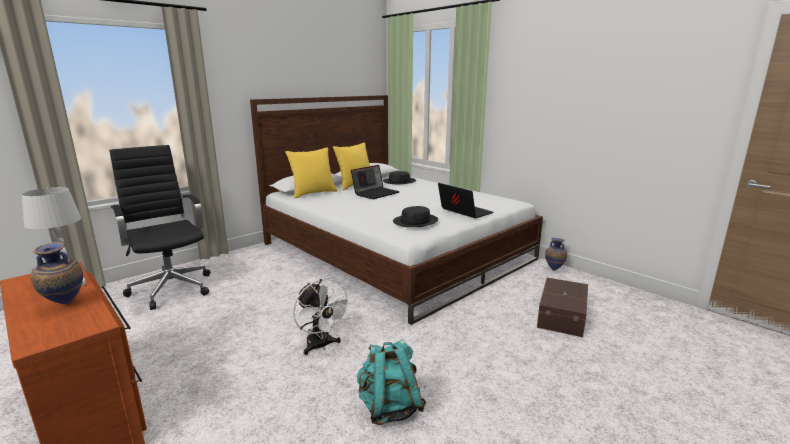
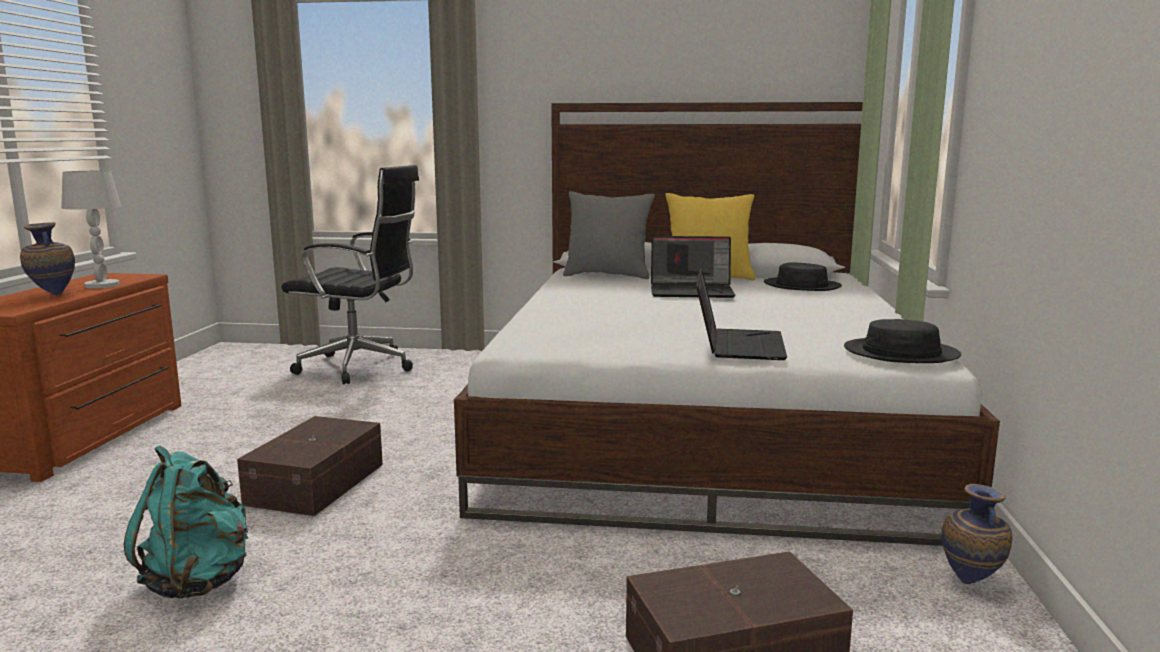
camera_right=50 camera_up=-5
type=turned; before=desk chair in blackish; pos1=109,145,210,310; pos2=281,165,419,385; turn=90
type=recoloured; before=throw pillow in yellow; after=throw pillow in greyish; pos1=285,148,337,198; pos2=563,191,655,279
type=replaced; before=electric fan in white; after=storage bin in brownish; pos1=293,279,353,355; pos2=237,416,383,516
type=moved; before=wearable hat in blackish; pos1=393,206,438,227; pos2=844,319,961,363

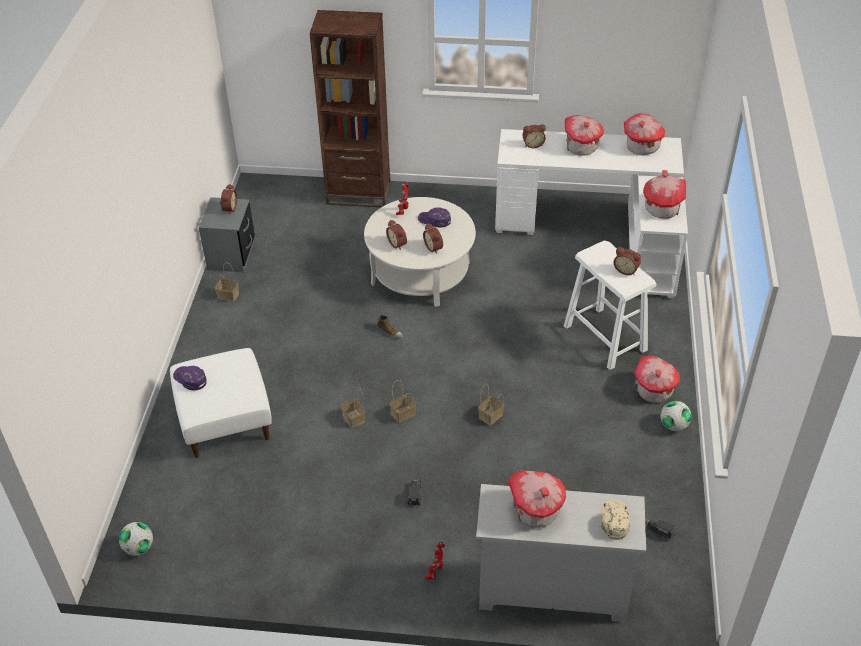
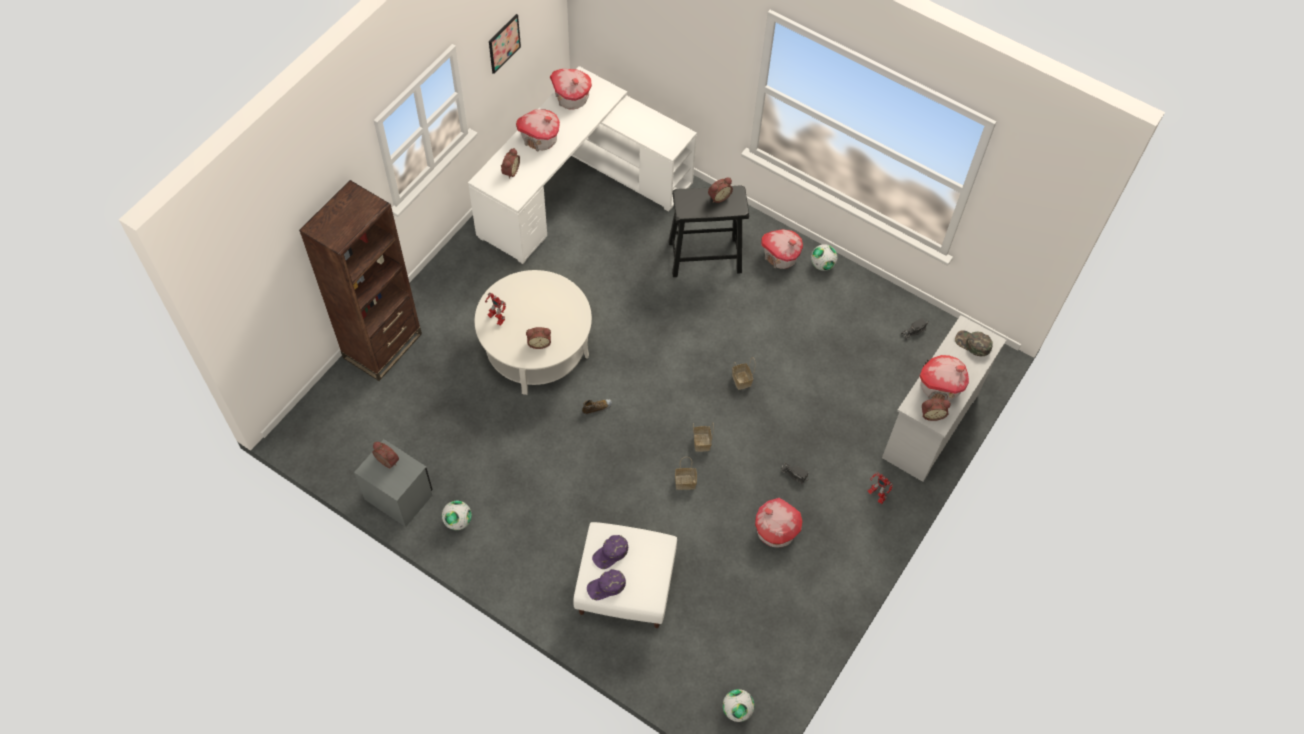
camera_right=-65 camera_up=15
type=replaced; before=basket; after=football; pos1=215,263,239,302; pos2=442,501,472,530
type=moved; before=cap in purple-coloured; pos1=418,207,451,227; pos2=592,535,628,569
type=moved; before=alarm clock; pos1=423,223,443,254; pos2=922,398,951,421
type=recoloured; before=stool in white; after=stool in blackish; pos1=564,241,656,370; pos2=669,185,749,277
type=recoloured; before=cap in beige; after=cap in green-coloured; pos1=601,500,630,540; pos2=955,331,993,356
type=moved; before=toy house; pos1=643,170,686,219; pos2=755,498,803,548
type=added; after=wall picture; pos2=489,14,521,74

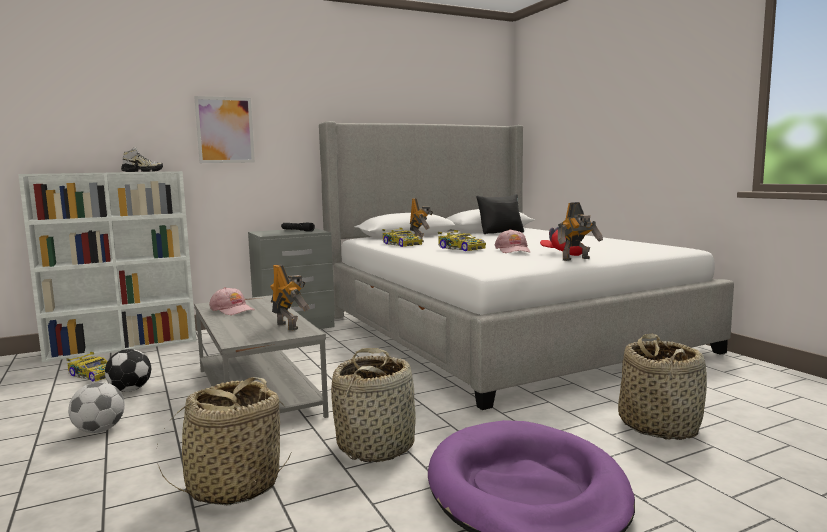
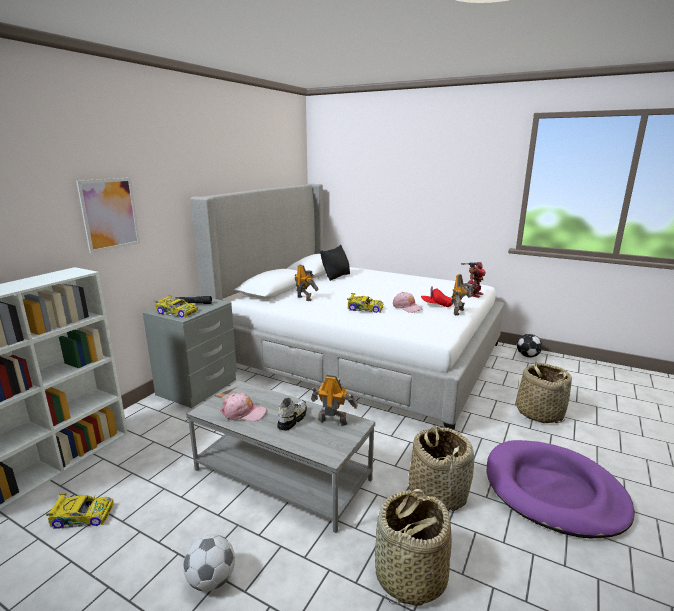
camera_right=-35 camera_up=10
type=moved; before=football; pos1=105,349,151,392; pos2=517,334,543,358
type=moved; before=low shoe; pos1=121,147,163,172; pos2=278,397,307,431
type=moved; before=miniature car; pos1=382,228,423,247; pos2=155,295,198,317
type=added; after=model robot; pos2=461,262,485,298

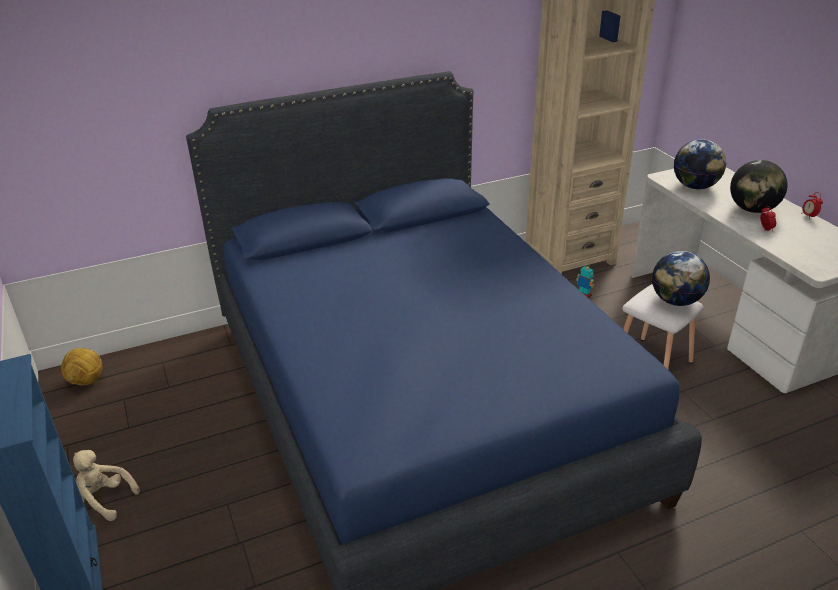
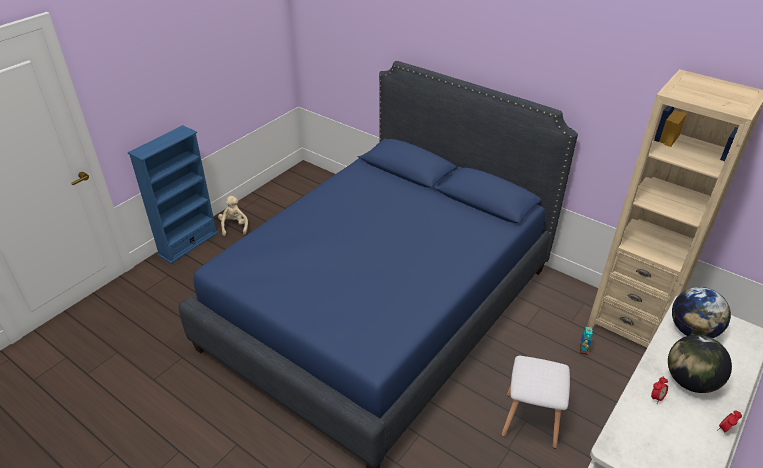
camera_right=60 camera_up=5
type=removed; before=football; pos1=61,348,103,385
type=removed; before=world globe; pos1=652,251,710,306

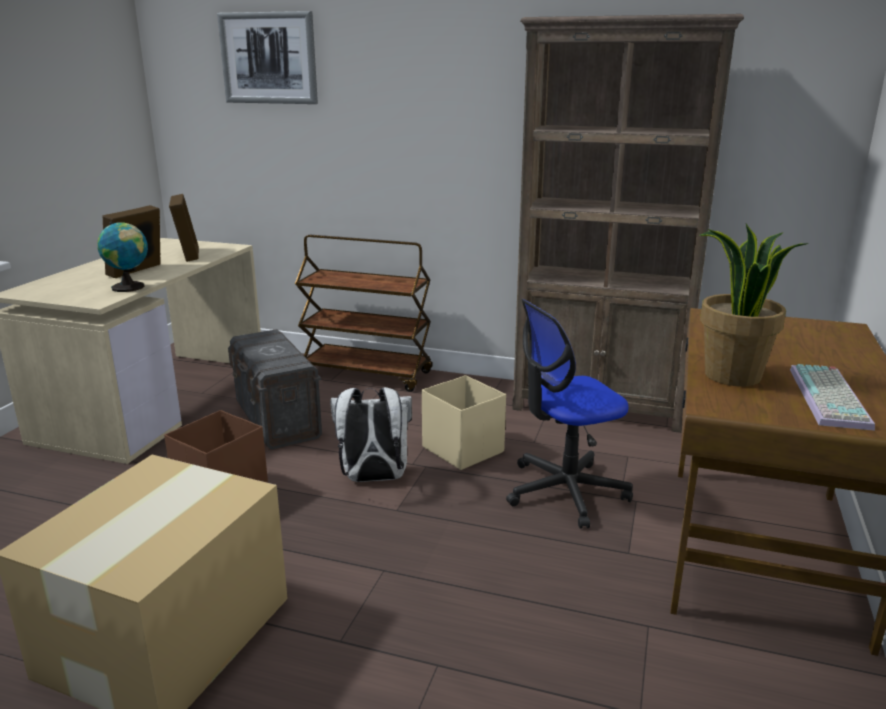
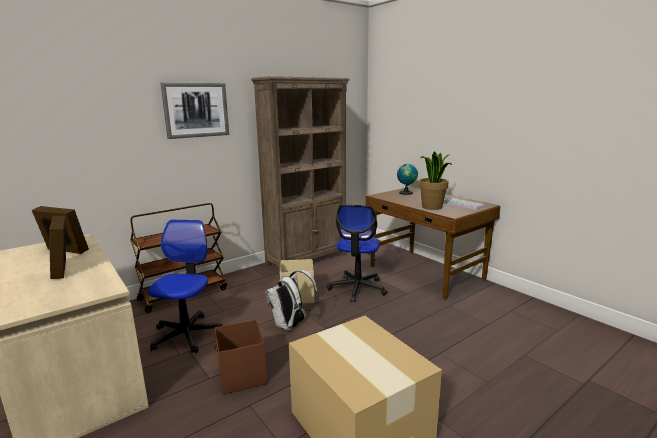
camera_right=-55 camera_up=-5
type=moved; before=world globe; pos1=97,222,148,292; pos2=397,164,418,195
type=moved; before=wall picture; pos1=217,11,318,104; pos2=161,83,229,139
type=replaced; before=storage bin in greyish; after=desk chair; pos1=228,329,322,450; pos2=148,220,222,353

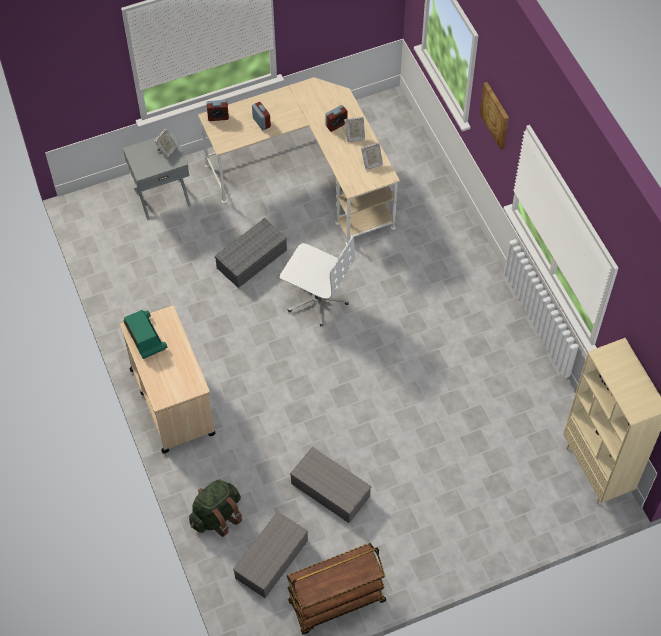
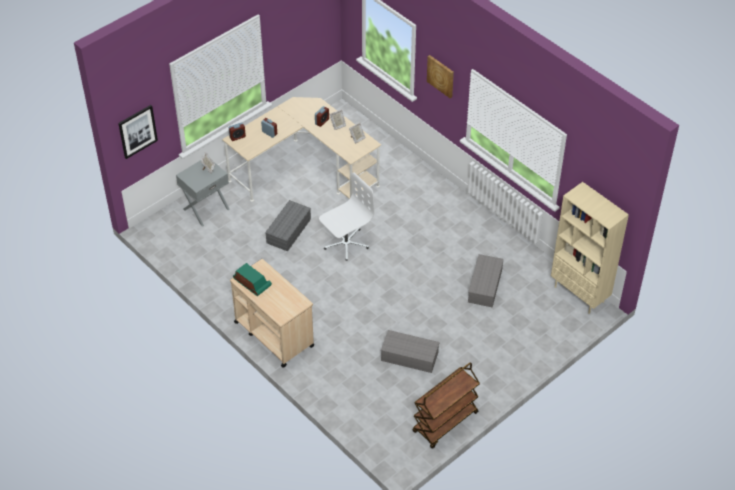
camera_right=-20 camera_up=-10
type=removed; before=backpack in green-coloured; pos1=189,479,242,537
type=moved; before=storage bin in greyish; pos1=233,511,308,598; pos2=468,254,504,308
type=turned; before=desk chair in white; pos1=280,236,355,326; pos2=319,172,374,261; turn=-45
type=added; after=wall picture; pos2=118,105,158,159

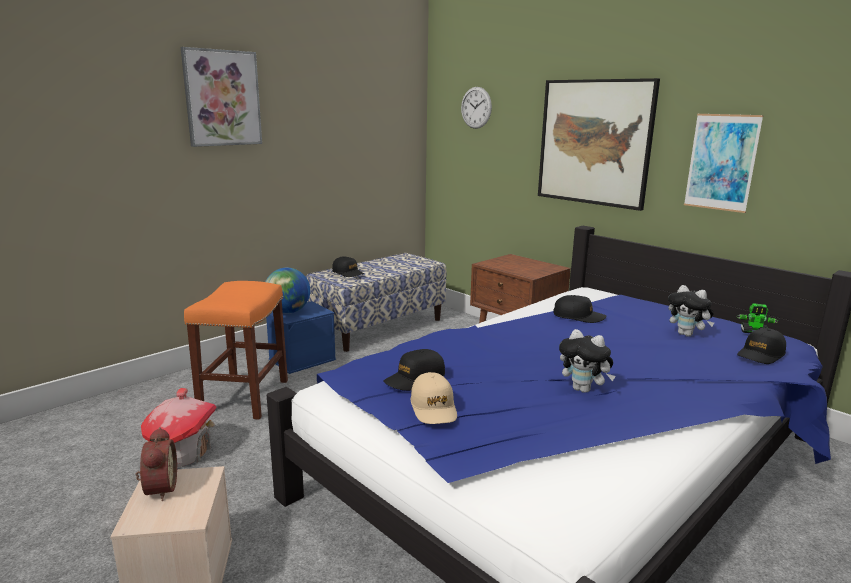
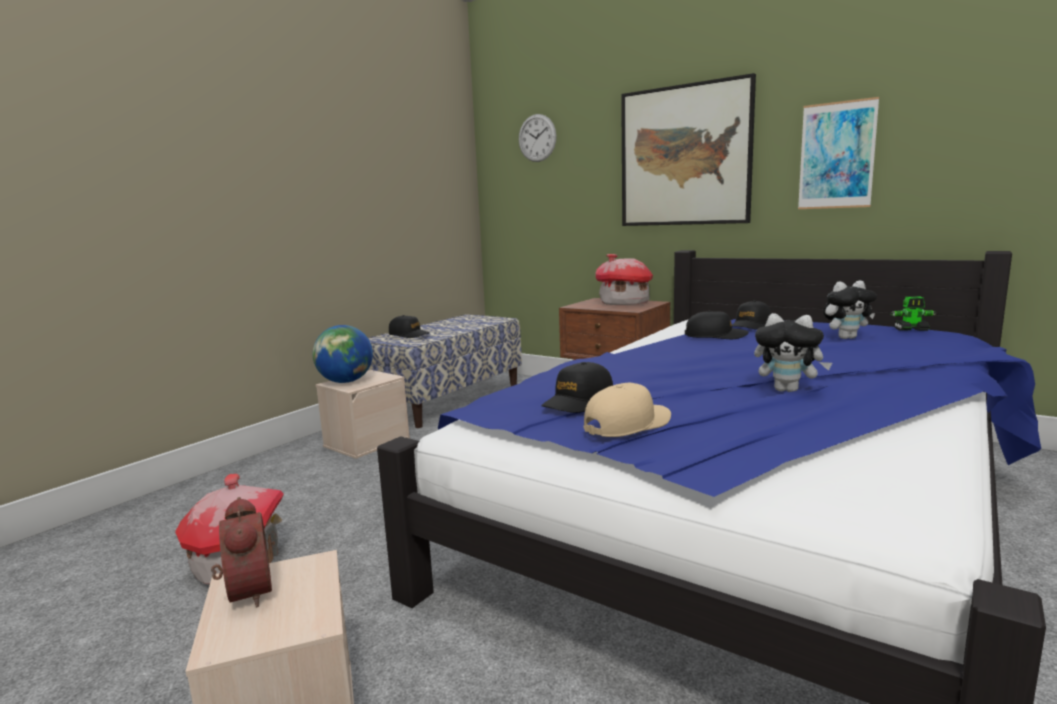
camera_right=-10 camera_up=-5
type=removed; before=wall picture; pos1=181,47,262,147
type=removed; before=stool in orange; pos1=184,281,288,420
type=recoloured; before=storage bin in bluish; after=storage bin in beige; pos1=266,301,336,374; pos2=316,370,410,459
type=turned; before=cap in beige; pos1=411,372,457,424; pos2=584,383,671,437; turn=-105
type=turned; before=plush toy; pos1=668,285,714,337; pos2=823,281,877,339; turn=-45
type=moved; before=cap in blackish; pos1=737,328,786,364; pos2=732,300,771,330
type=added; after=toy house; pos2=595,254,653,305

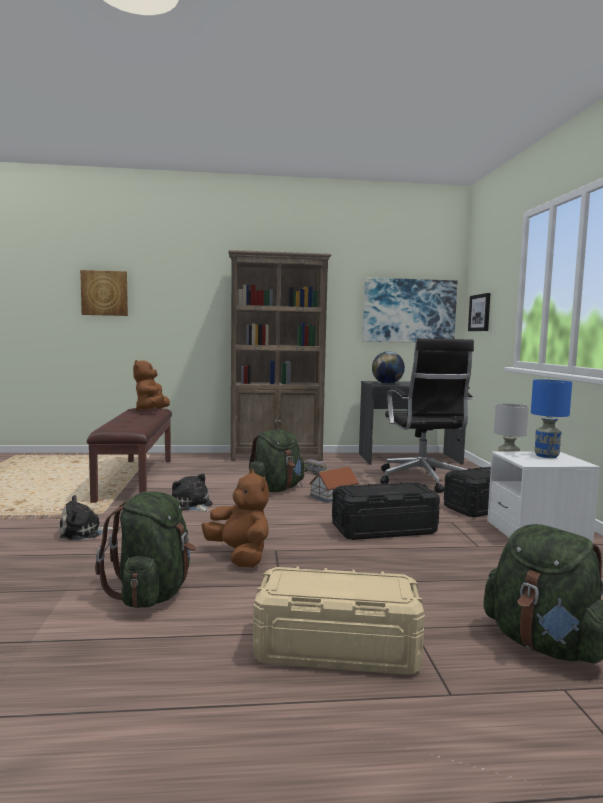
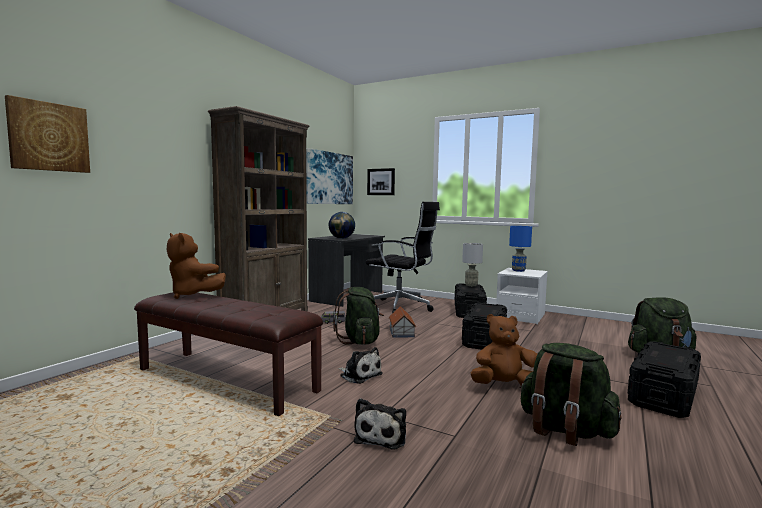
camera_right=-55 camera_up=0
type=turned; before=plush toy; pos1=172,473,212,512; pos2=338,347,383,384; turn=-135
type=recoloured; before=storage bin in beige; after=storage bin in blackish; pos1=253,567,425,675; pos2=627,342,701,418

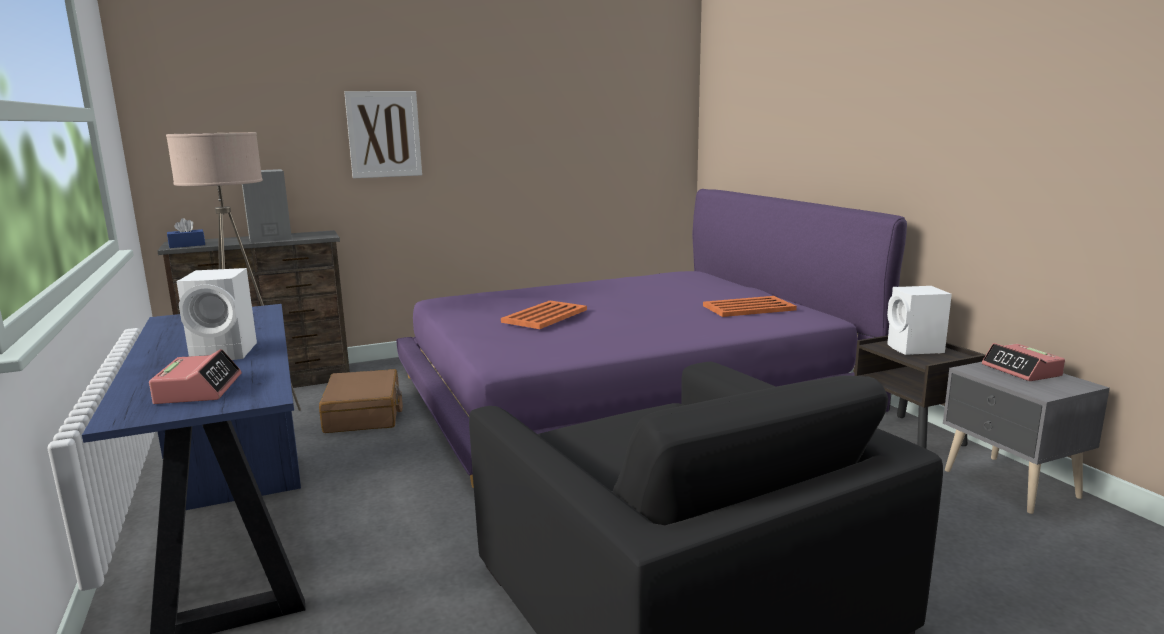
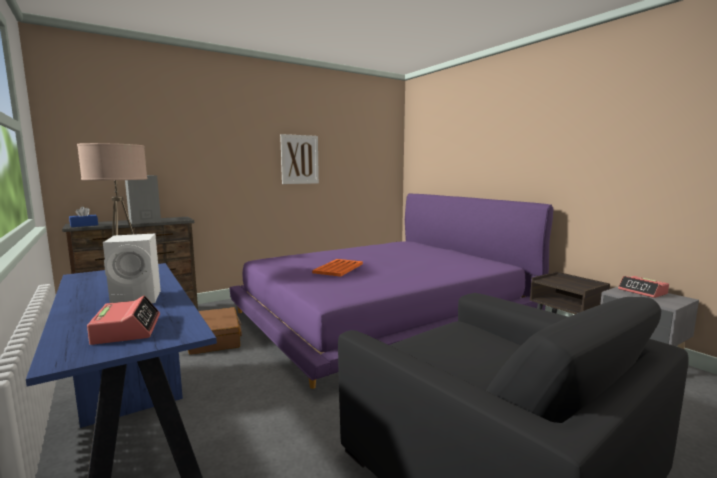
camera_right=-10 camera_up=-5
type=moved; before=wall picture; pos1=344,91,422,178; pos2=280,134,319,184
type=removed; before=carrying tray in orange; pos1=703,296,797,317
type=removed; before=audio speaker in white; pos1=887,286,952,355

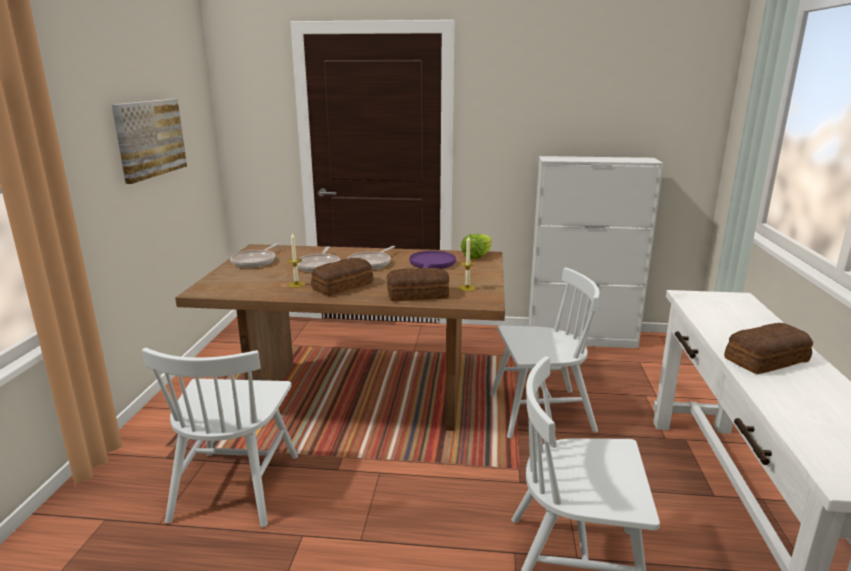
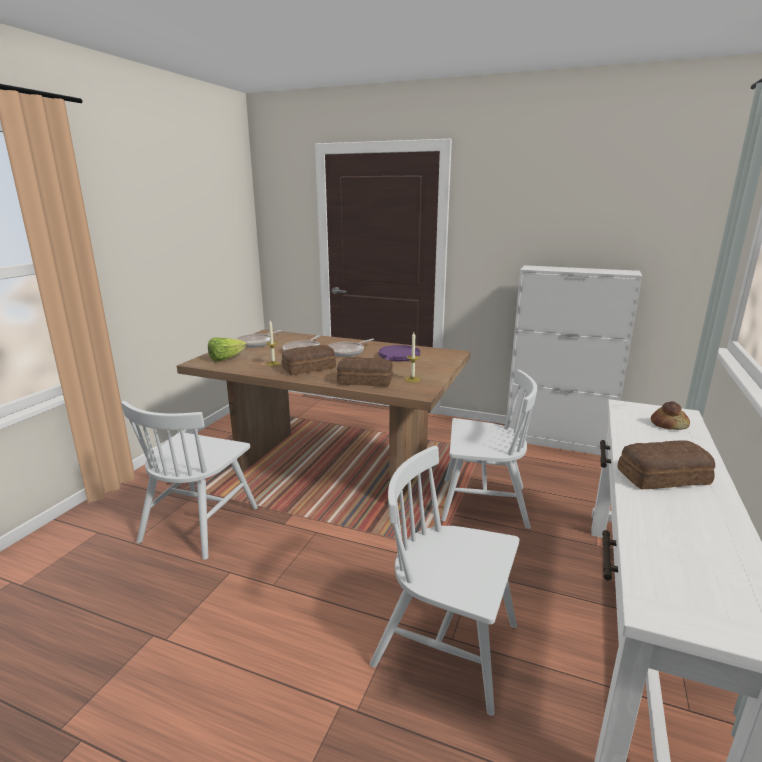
camera_right=15 camera_up=0
type=removed; before=wall picture; pos1=112,99,187,184
type=moved; before=lettuce head; pos1=461,234,491,259; pos2=208,338,247,361
type=added; after=bakery bread; pos2=651,401,690,430

